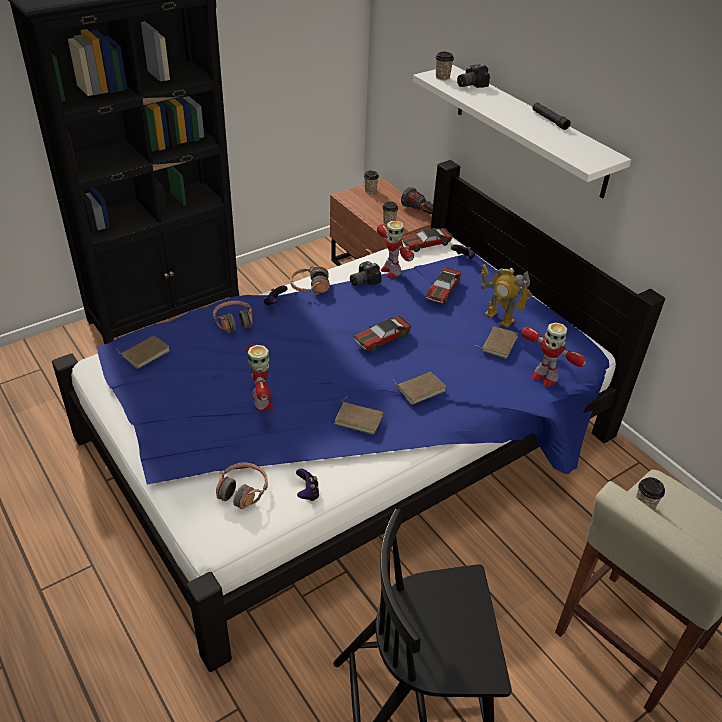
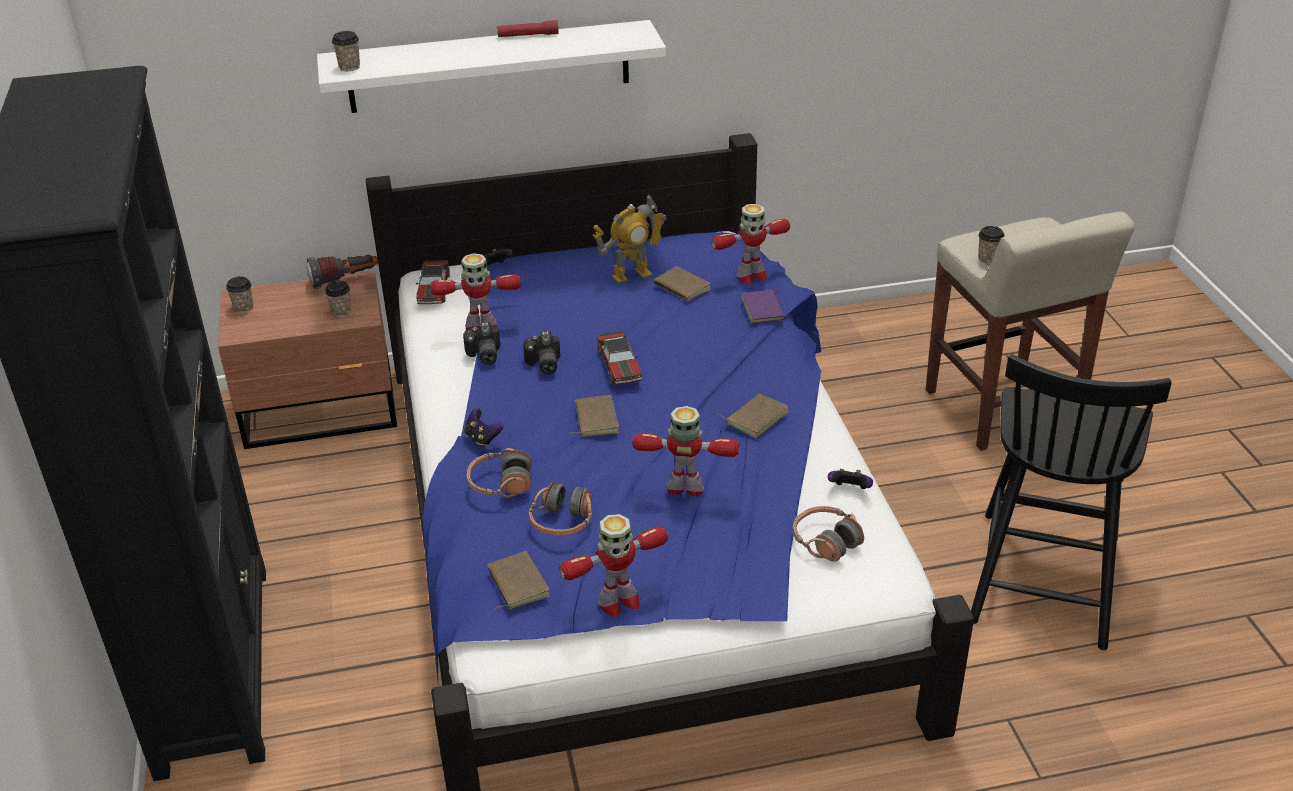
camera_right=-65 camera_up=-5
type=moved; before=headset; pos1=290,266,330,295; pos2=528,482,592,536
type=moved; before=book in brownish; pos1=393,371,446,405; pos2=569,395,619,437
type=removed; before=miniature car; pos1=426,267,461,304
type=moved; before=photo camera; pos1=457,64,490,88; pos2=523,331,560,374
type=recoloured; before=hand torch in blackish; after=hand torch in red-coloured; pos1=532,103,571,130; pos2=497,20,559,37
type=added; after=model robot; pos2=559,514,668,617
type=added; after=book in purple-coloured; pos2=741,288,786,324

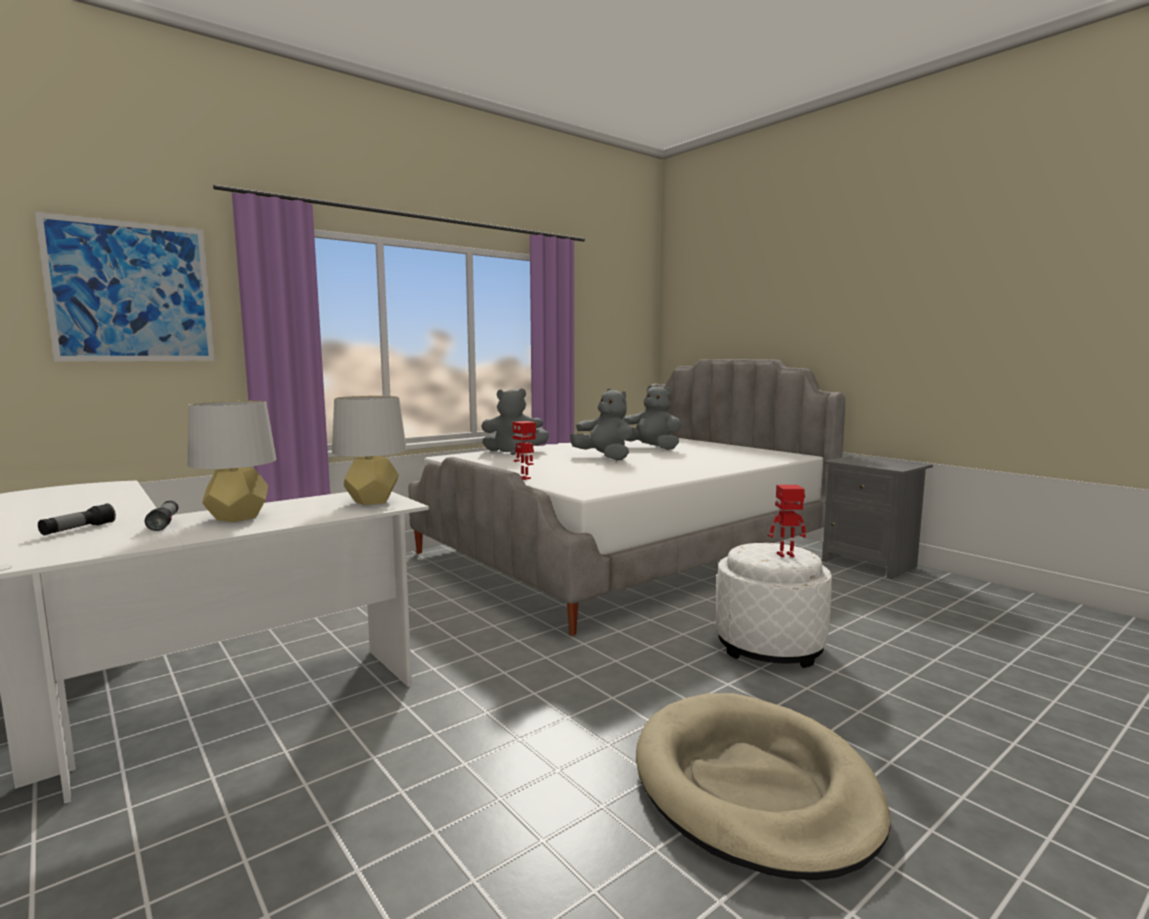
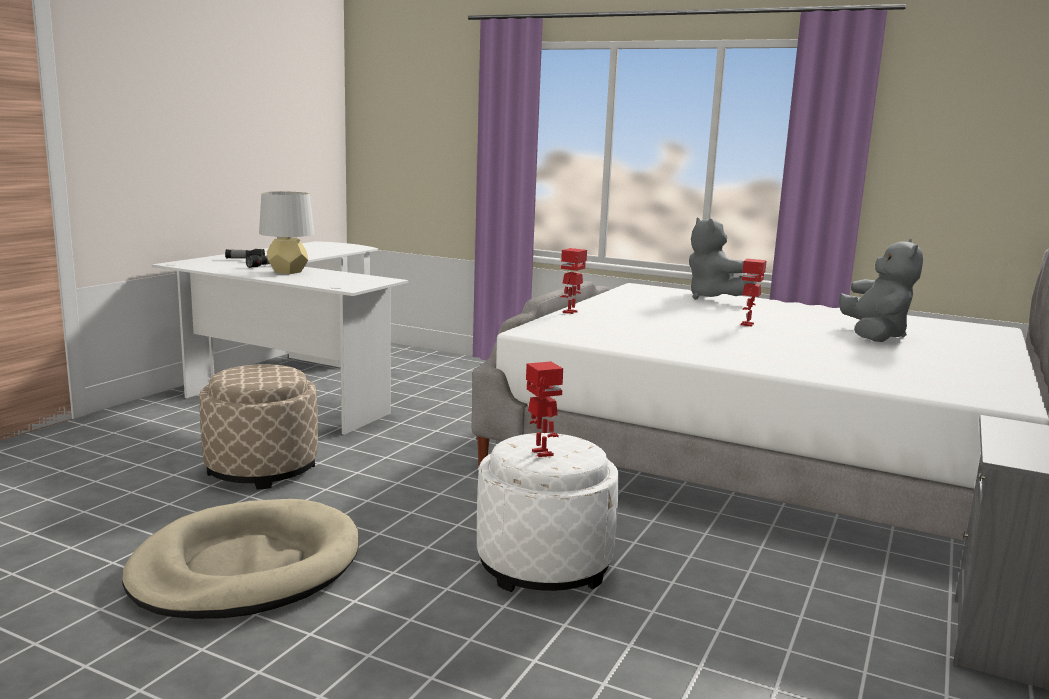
camera_right=65 camera_up=5
type=removed; before=wall picture; pos1=35,212,215,362
type=removed; before=table lamp in greyish; pos1=332,396,407,505
type=replaced; before=plush toy in greyish; after=model robot; pos1=570,388,633,461; pos2=741,259,767,326
type=added; after=ottoman in beige; pos2=199,364,318,489

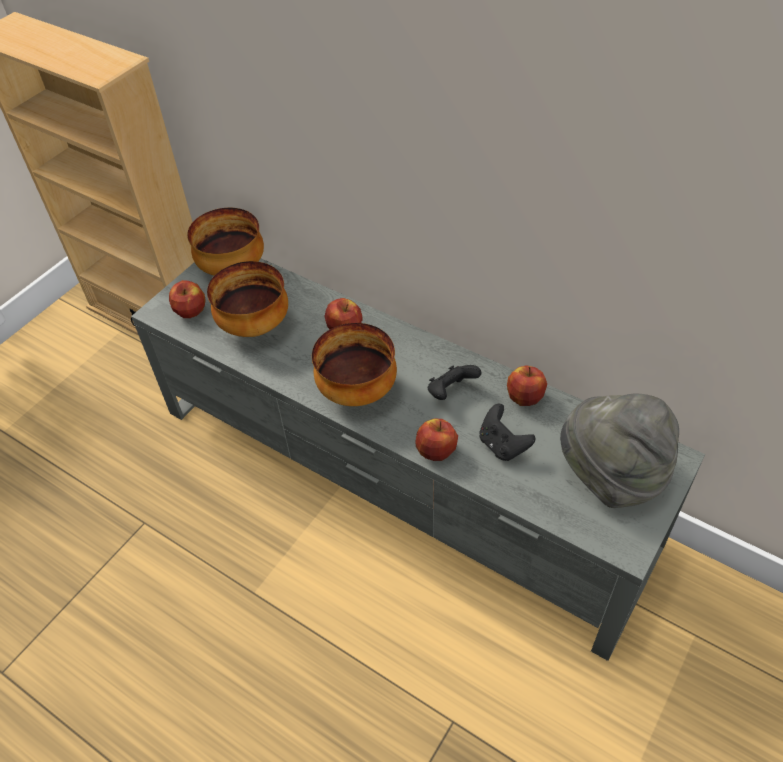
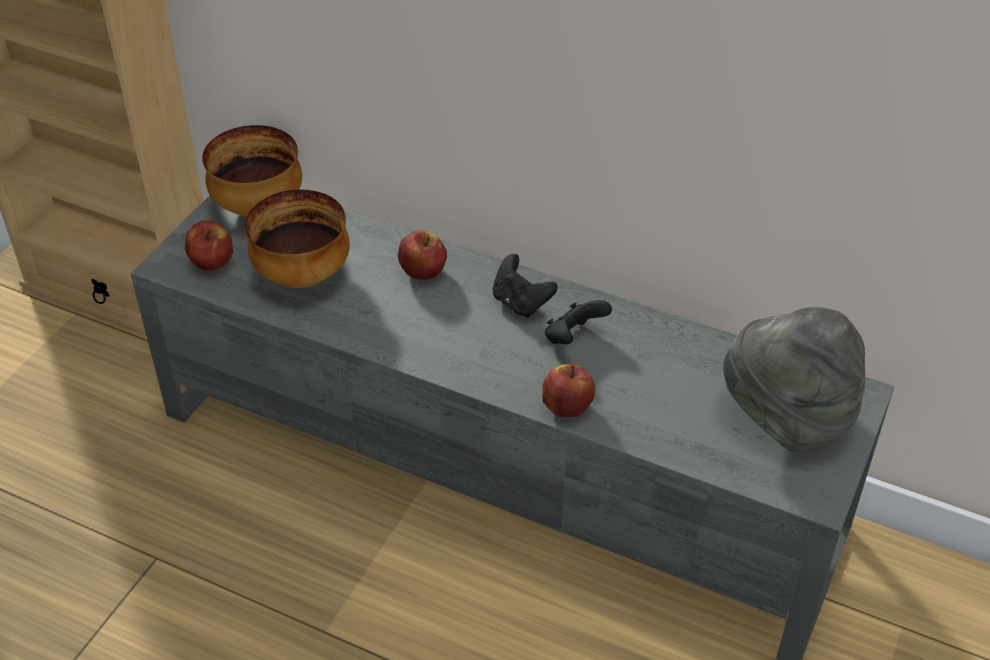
camera_right=-10 camera_up=-5
type=removed; before=serving bowl; pos1=312,323,397,406
type=moved; before=gamepad in blackish; pos1=479,404,536,461; pos2=493,254,558,318
type=removed; before=apple fruit; pos1=507,365,547,406

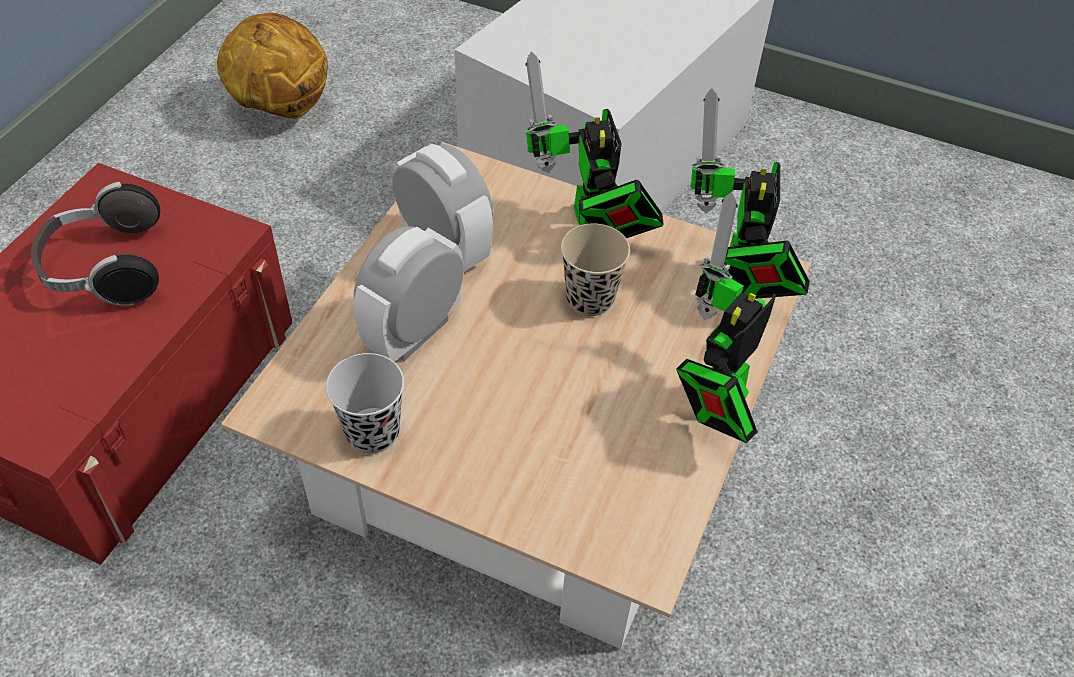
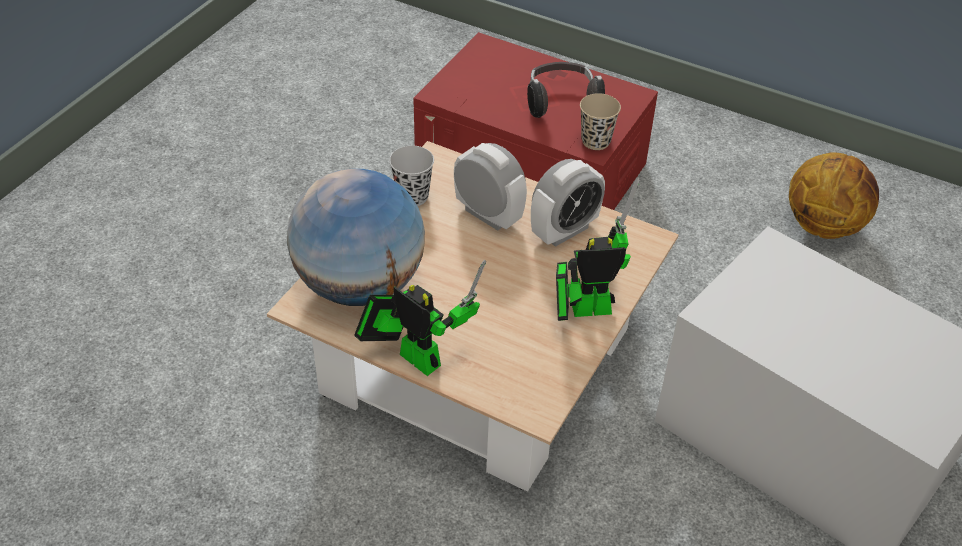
camera_right=95 camera_up=-5
type=moved; before=small cup in beige; pos1=561,223,630,316; pos2=580,93,621,150
type=removed; before=model robot; pos1=691,88,810,299
type=added; after=world globe; pos2=287,169,425,306

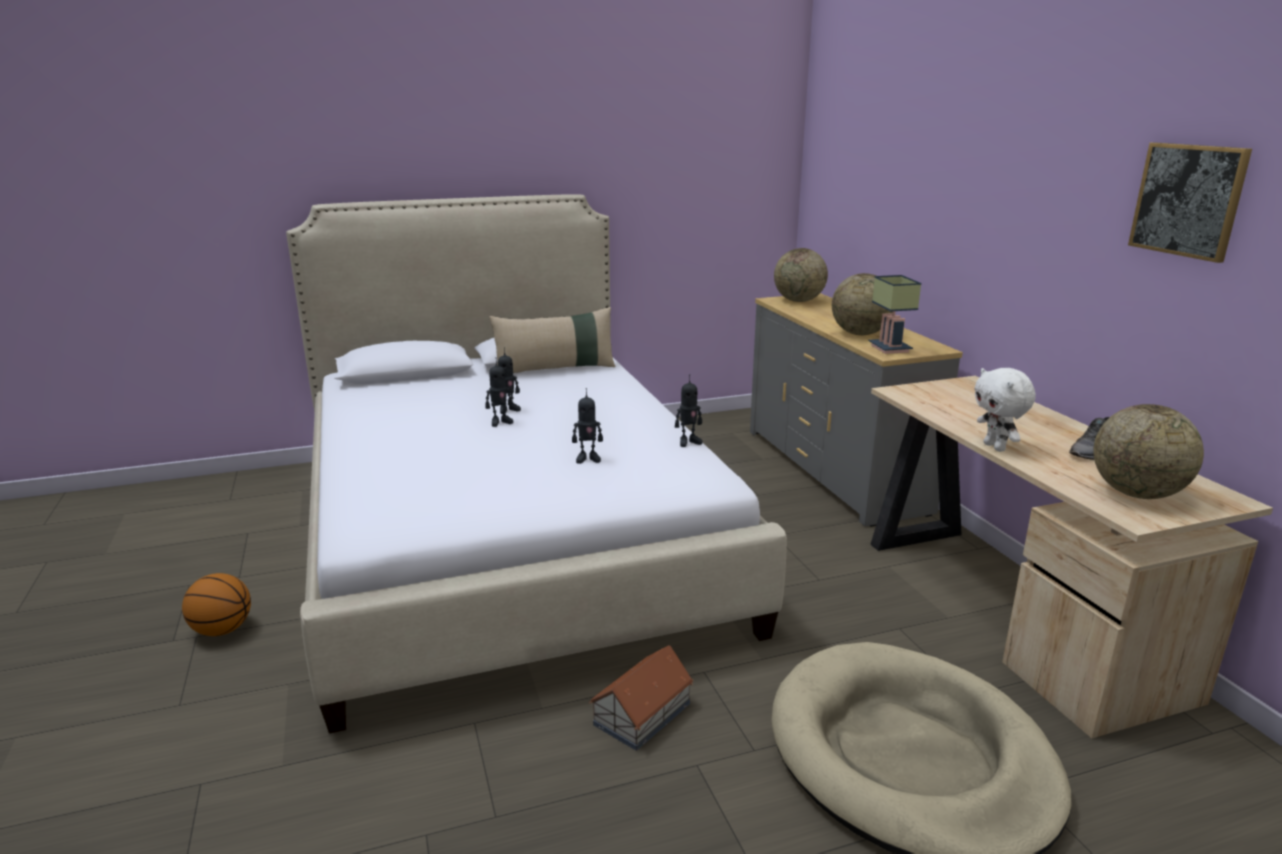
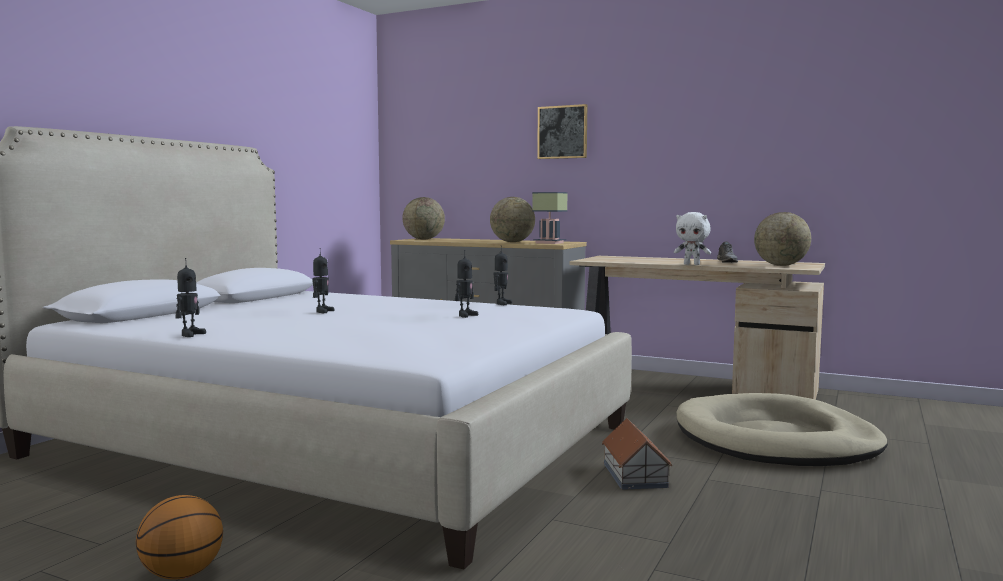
camera_right=-45 camera_up=-15
type=moved; before=model robot; pos1=485,361,513,427; pos2=176,258,206,337
type=removed; before=throw pillow in beige; pos1=489,307,616,373
type=moved; before=wall picture; pos1=1128,142,1252,263; pos2=537,104,587,159

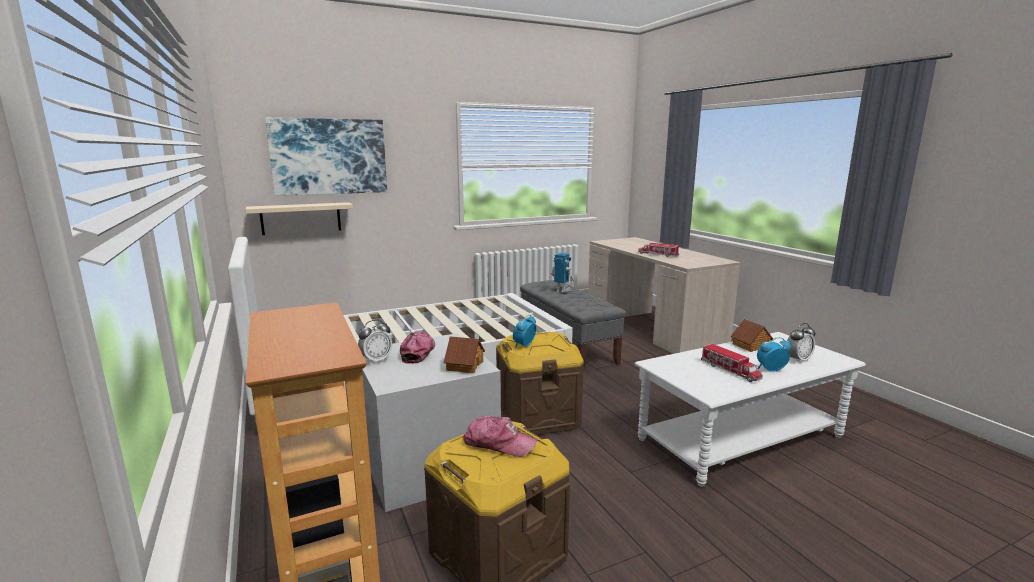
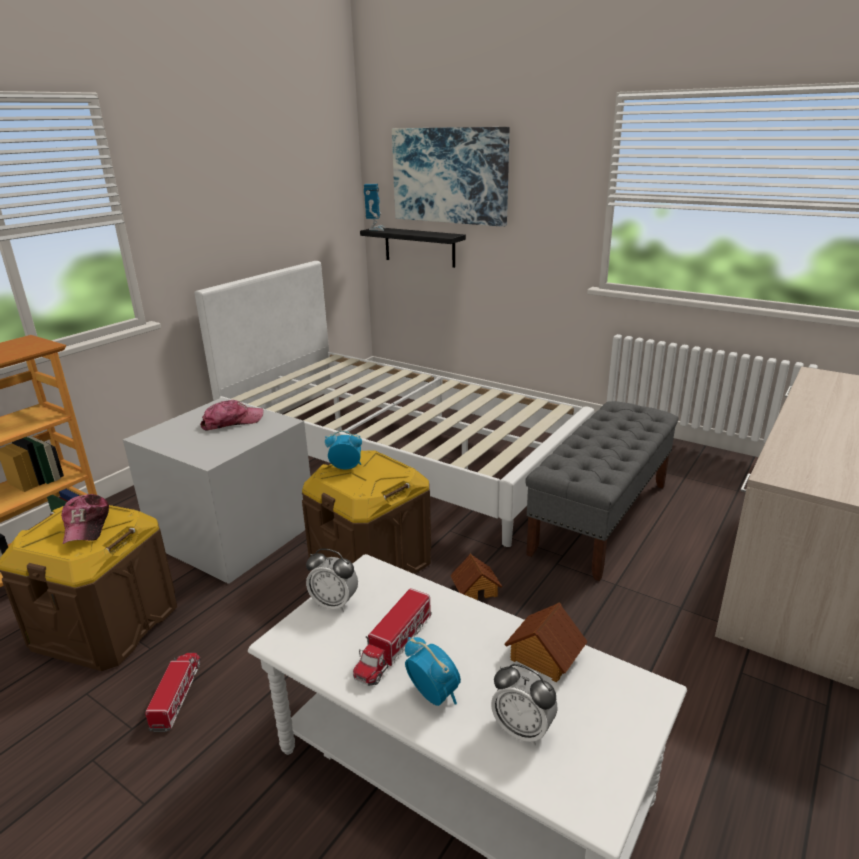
camera_right=60 camera_up=10
type=recoloured; before=wall shelf in beige; after=wall shelf in blackish; pos1=246,202,353,235; pos2=360,228,466,268
type=moved; before=alarm clock; pos1=358,320,392,365; pos2=306,549,358,612
type=moved; before=toy house; pos1=443,337,485,373; pos2=450,554,502,600
type=moved; before=model robot; pos1=551,253,574,292; pos2=364,184,385,231
type=moved; before=toy truck; pos1=638,243,679,257; pos2=145,653,201,732

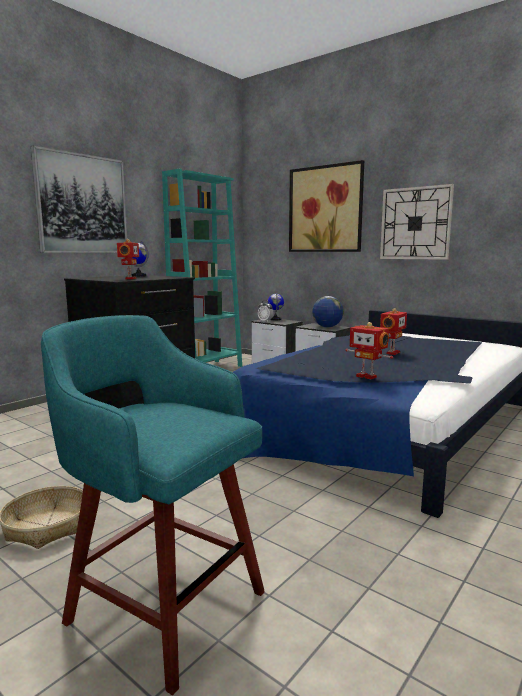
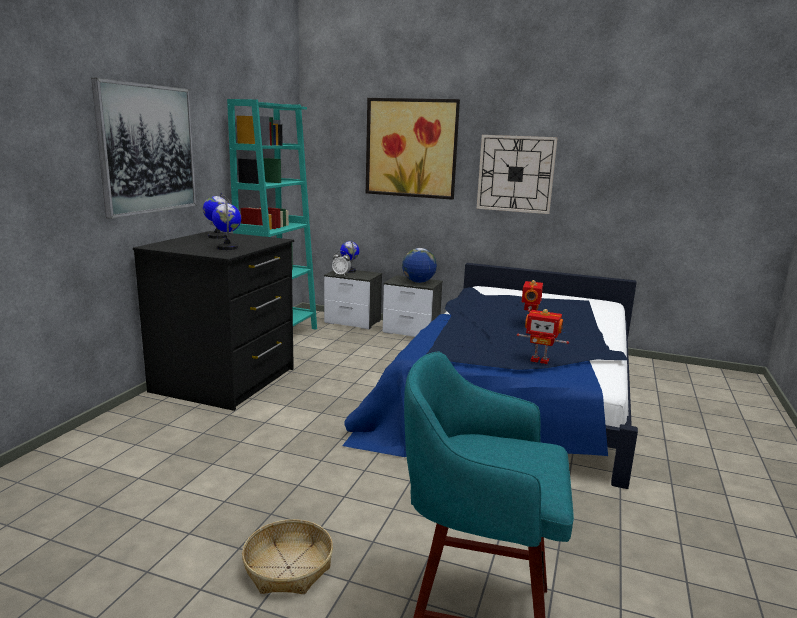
camera_right=-20 camera_up=5
type=replaced; before=model robot; after=world globe; pos1=117,239,139,279; pos2=212,200,241,250

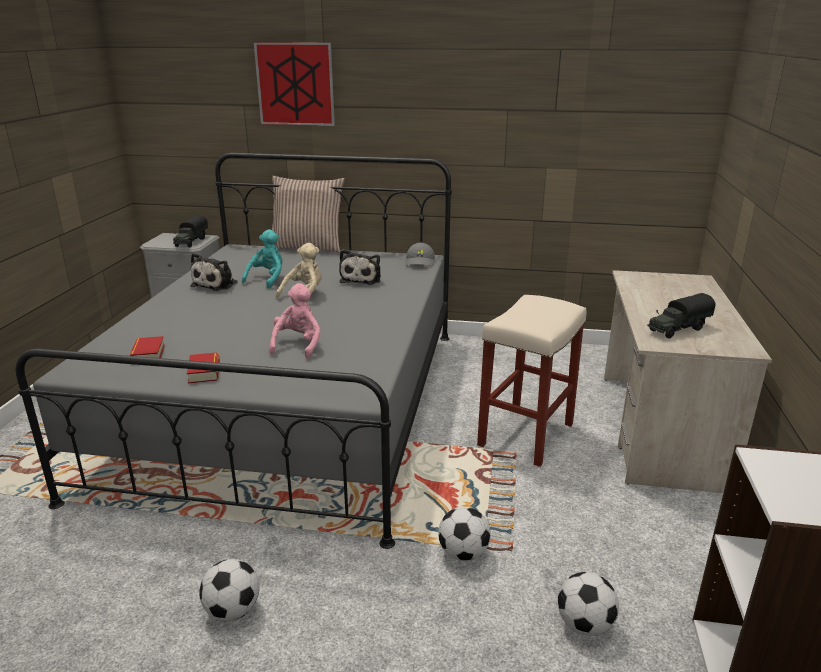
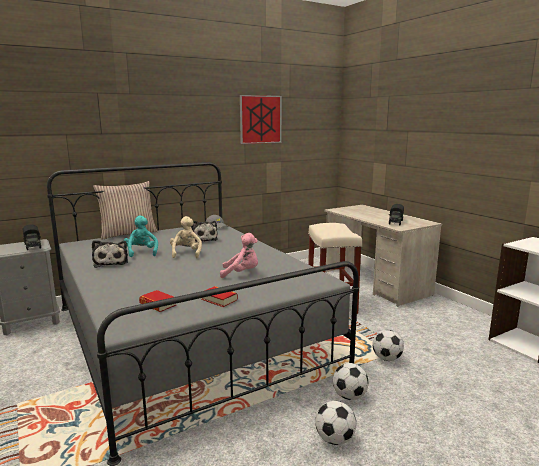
camera_right=-40 camera_up=-10
type=moved; before=wall picture; pos1=254,42,335,126; pos2=240,95,282,144
type=turned; before=plush toy in pink-coloured; pos1=269,283,321,359; pos2=220,233,258,278; turn=120
type=moved; before=football; pos1=557,572,619,636; pos2=333,363,369,400

